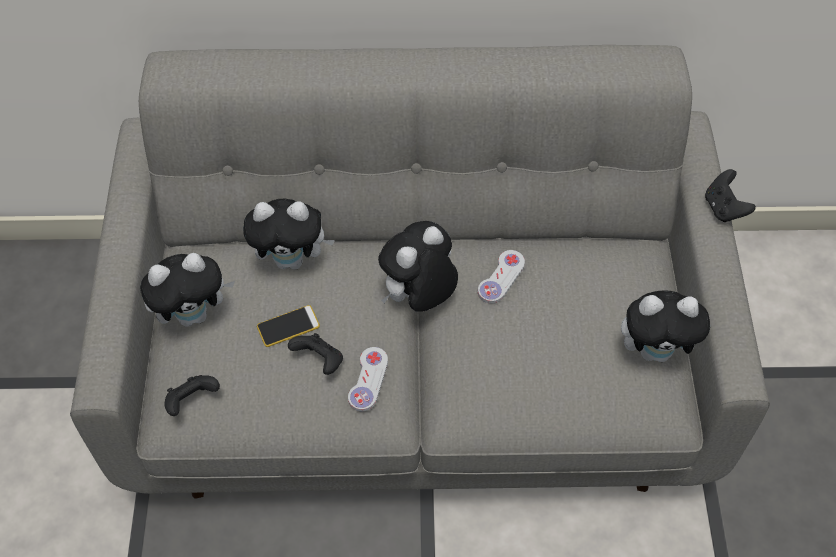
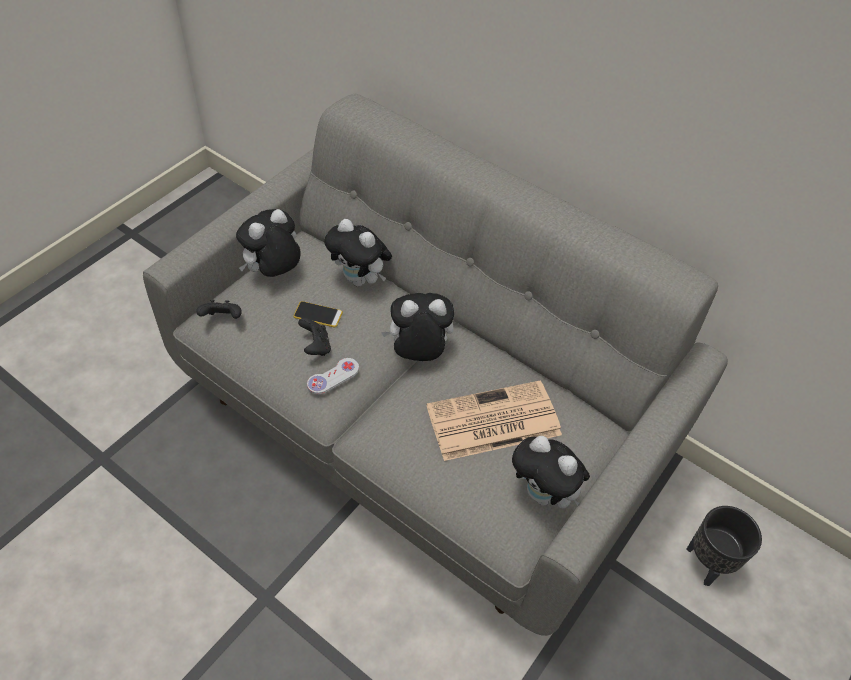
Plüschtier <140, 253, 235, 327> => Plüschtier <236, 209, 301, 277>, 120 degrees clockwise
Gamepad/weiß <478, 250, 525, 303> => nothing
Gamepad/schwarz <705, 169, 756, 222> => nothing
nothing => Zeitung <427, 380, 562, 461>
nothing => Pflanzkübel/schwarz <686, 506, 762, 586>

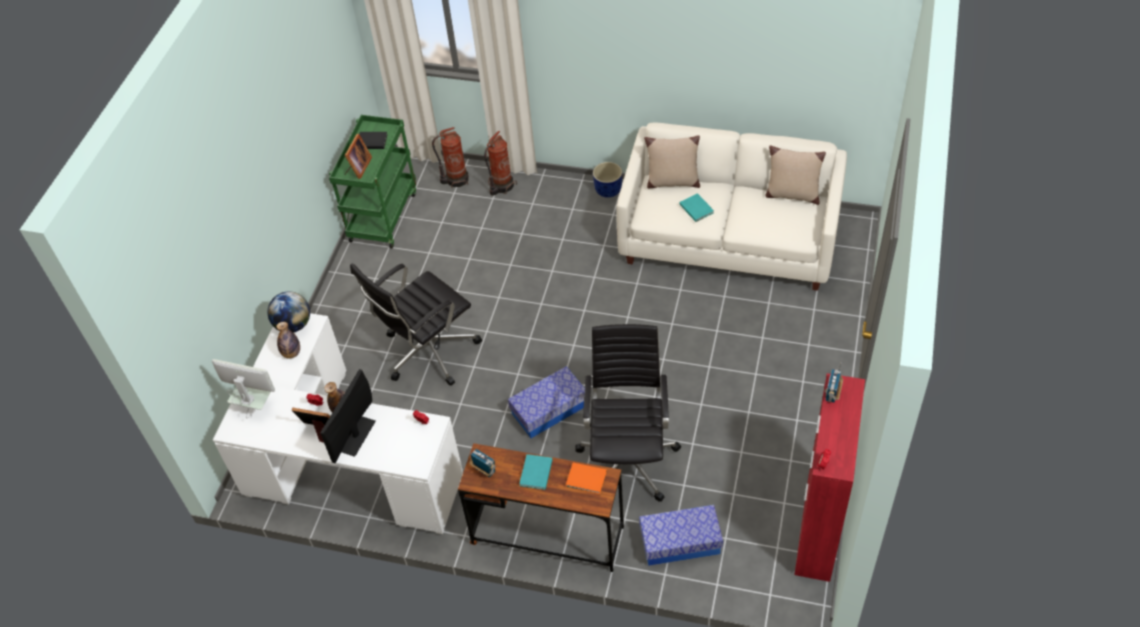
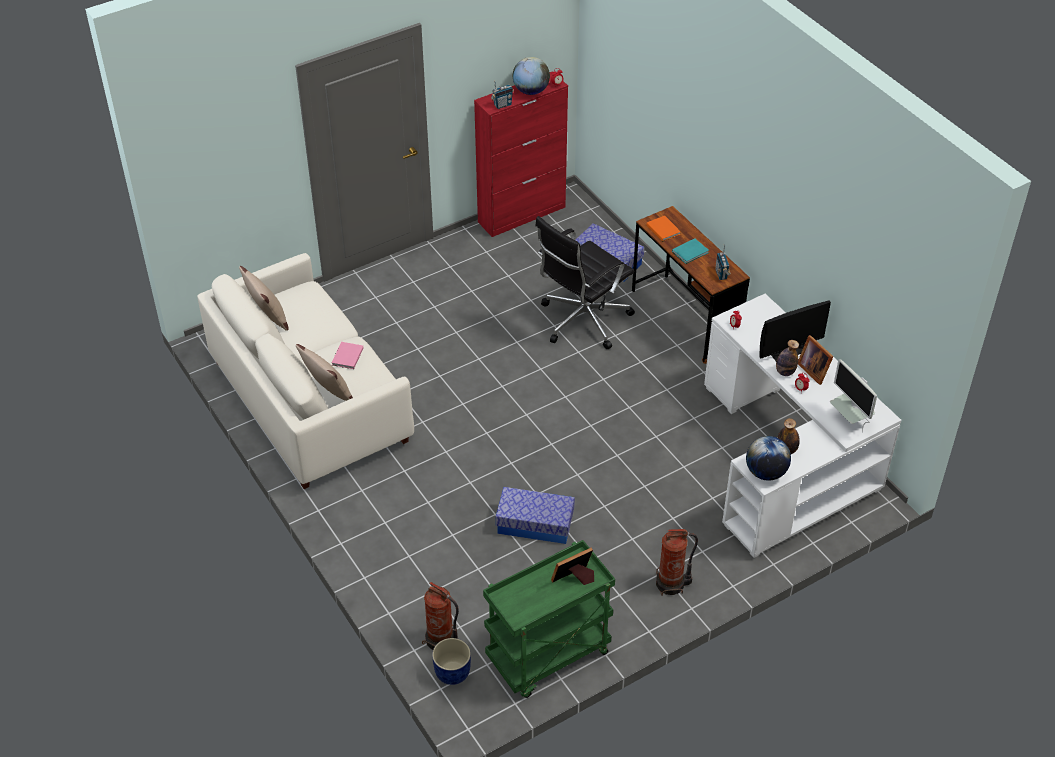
Bürostuhl/schwarz <350, 263, 482, 386> => nothing
Buch/schwarz <359, 132, 388, 149> => nothing
Feuerlöscher <484, 131, 517, 196> => Feuerlöscher <656, 529, 698, 596>, move
Aufbewahrungsbox <508, 366, 585, 438> => Aufbewahrungsbox <495, 487, 575, 544>, move
Pflanzkübel/blau <593, 162, 622, 198> => Pflanzkübel/blau <432, 638, 471, 685>, move
Buch/türkis <679, 193, 714, 222> => Buch/rosa <331, 342, 363, 369>
nothing => Globus <513, 57, 550, 95>

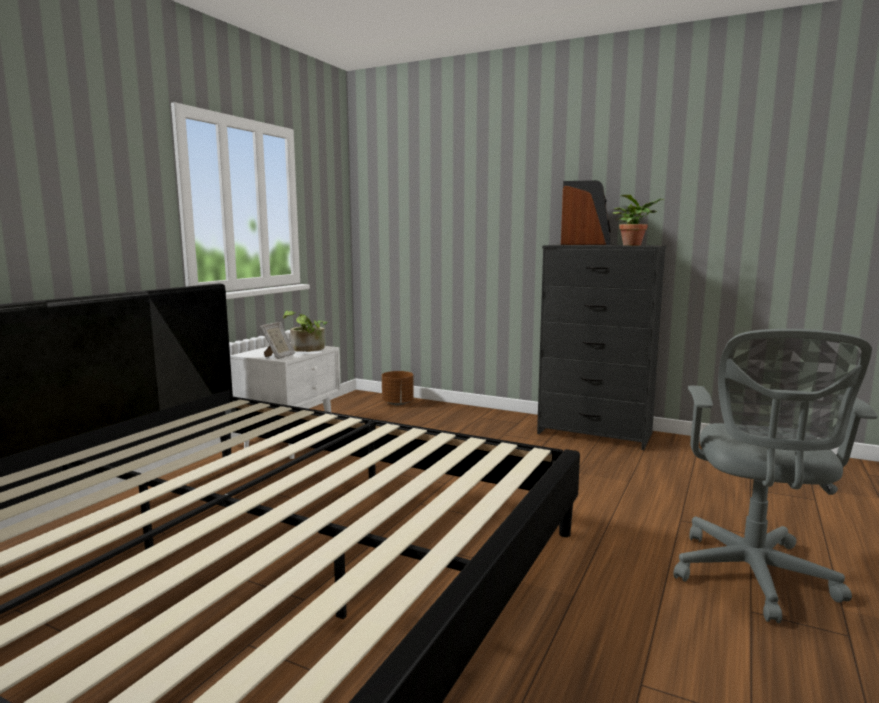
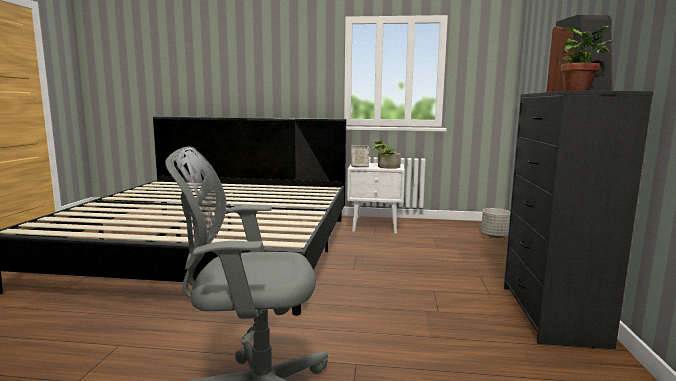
Pflanzkübel/braun <382, 371, 414, 405> => Pflanzkübel/grau <481, 208, 511, 238>

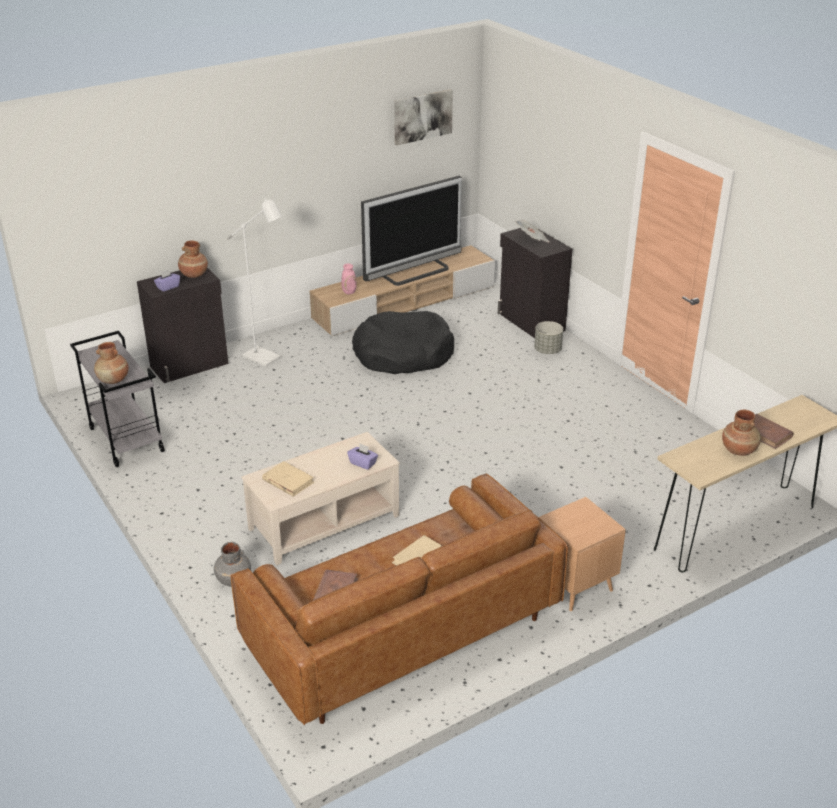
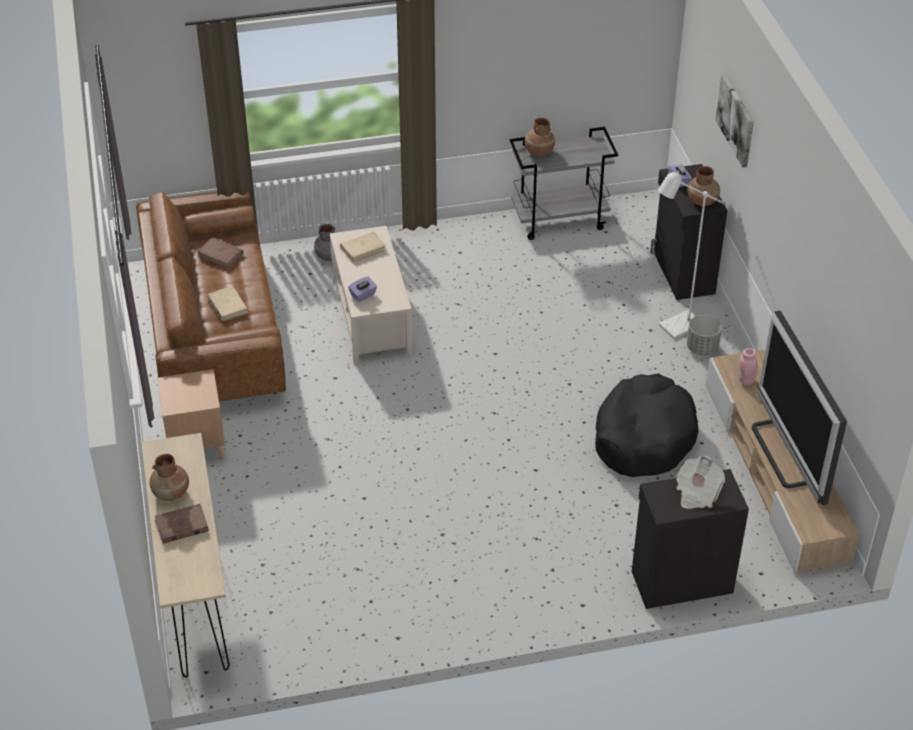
Bild <394, 89, 453, 145> => Bild <716, 75, 754, 168>, move
Pflanzkübel/grau <534, 321, 563, 354> => Pflanzkübel/grau <687, 315, 722, 356>, move

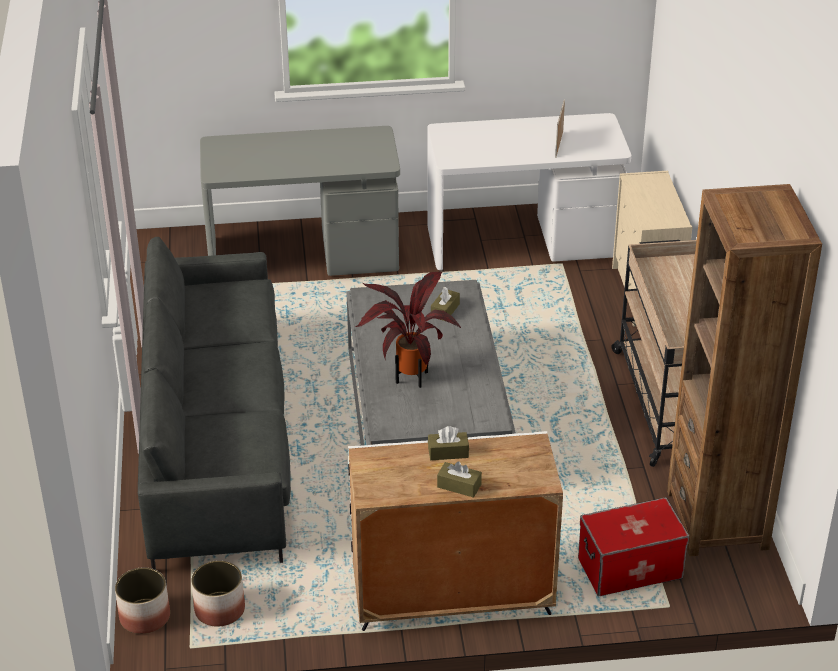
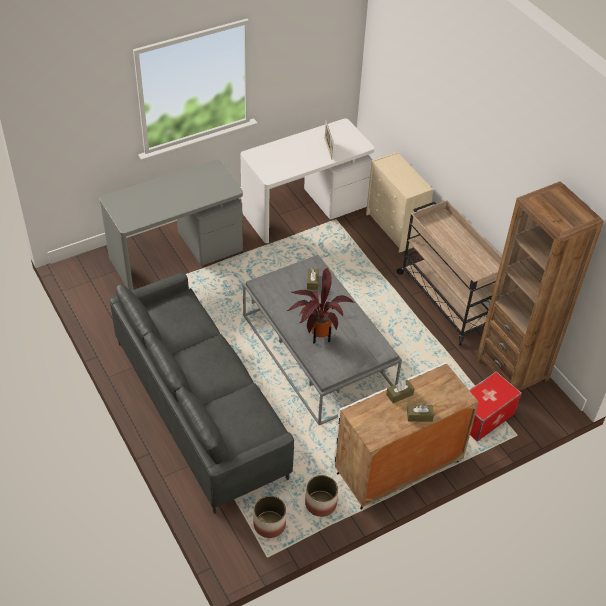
Pflanzkübel <115, 567, 170, 634> => Pflanzkübel <305, 475, 338, 517>, move

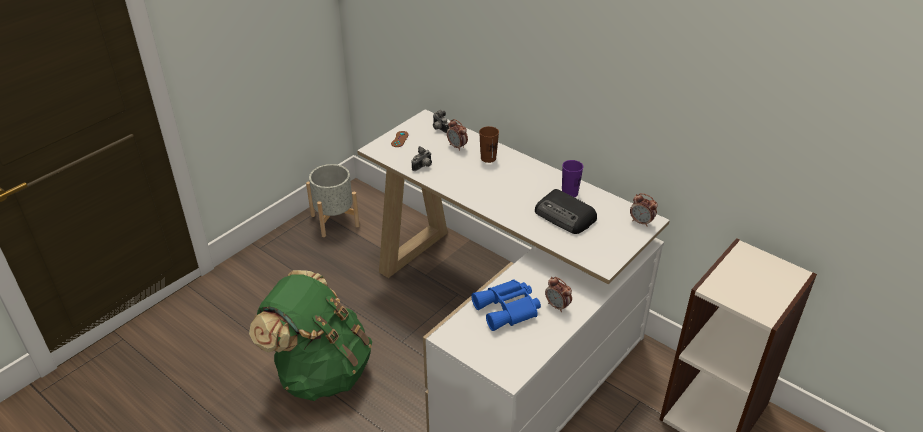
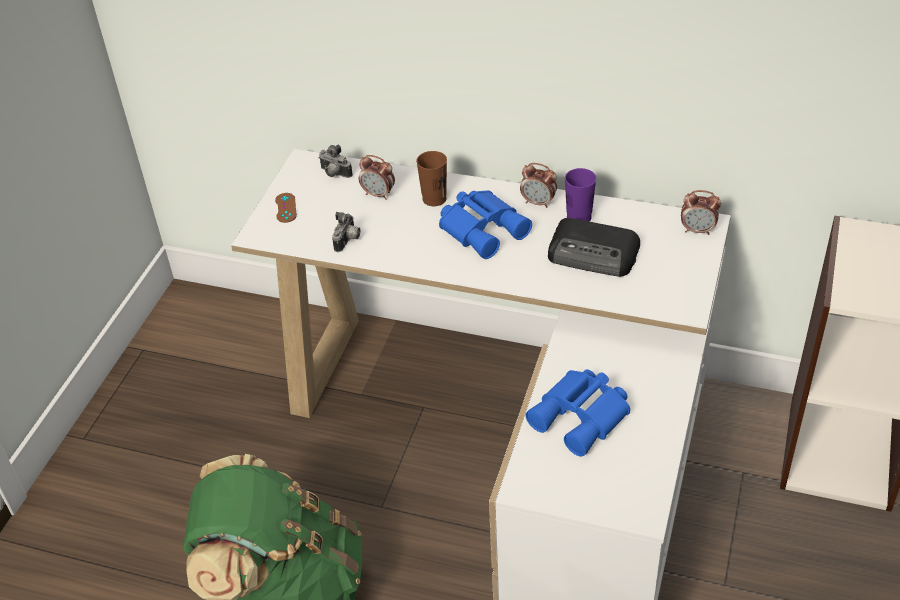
Pflanzkübel/grau <306, 164, 360, 237> => nothing
Wecker <545, 277, 572, 313> => Wecker <520, 163, 557, 208>, move
nothing => Fernglas/blau <439, 190, 532, 259>

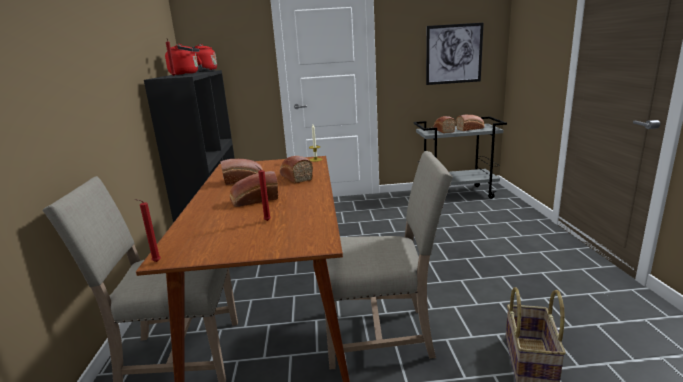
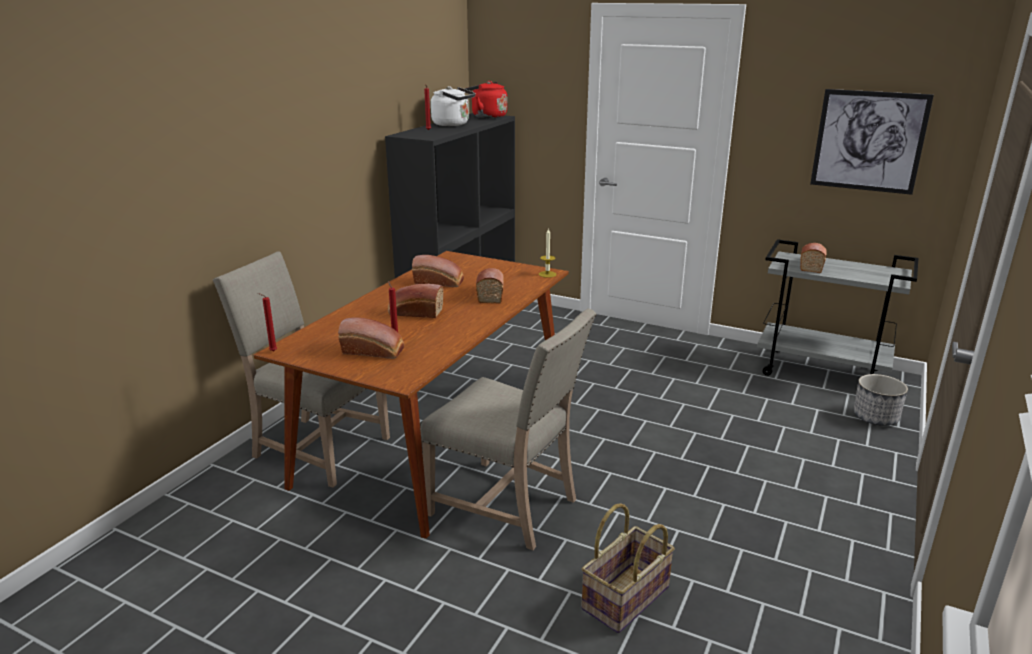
Wasserkessel/rot <165, 44, 200, 75> => Wasserkessel/weiß <431, 86, 475, 126>
Brot <456, 115, 484, 131> => Brot <338, 317, 404, 359>, move
nothing => Pflanzkübel <854, 374, 908, 426>

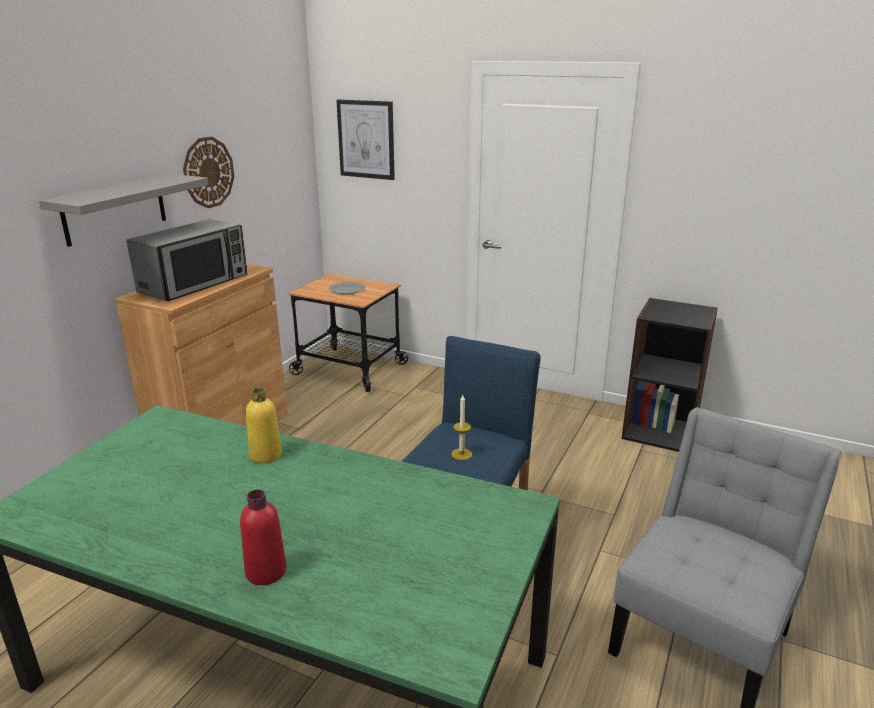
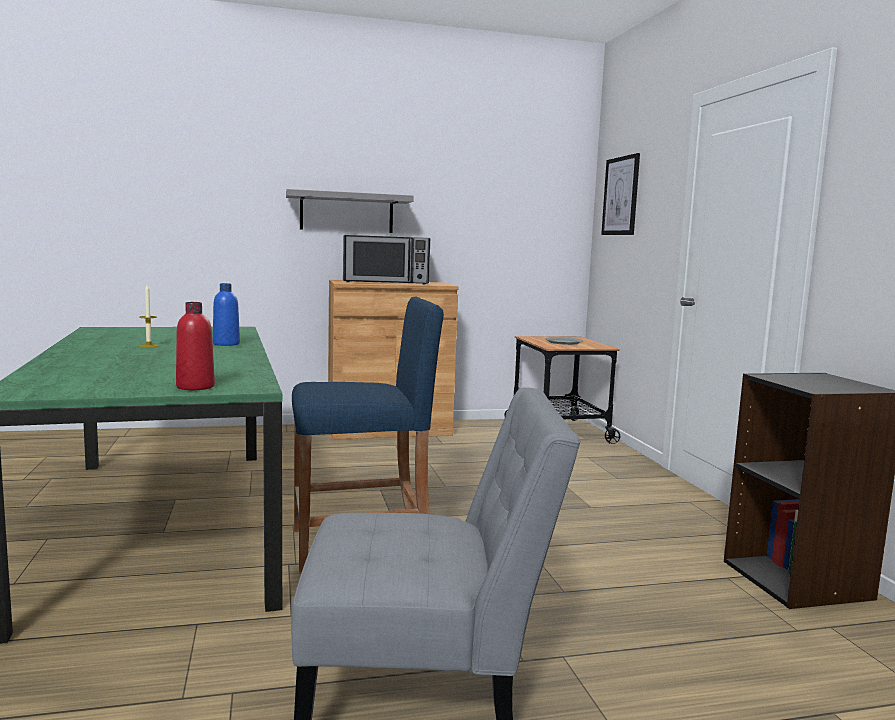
Wanduhr <183, 137, 234, 208> => nothing
Flasche/rot <240, 489, 286, 585> => Flasche/rot <176, 302, 215, 390>, move
Flasche/gelb <246, 388, 282, 464> => Flasche/blau <213, 283, 240, 346>
Kerze <451, 395, 472, 460> => Kerze <139, 285, 159, 348>, move

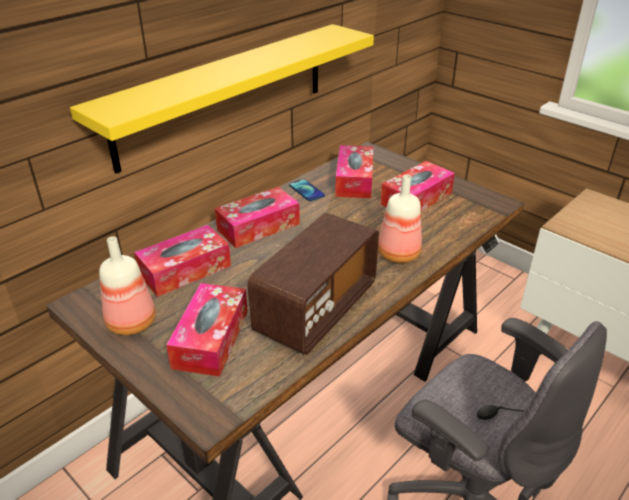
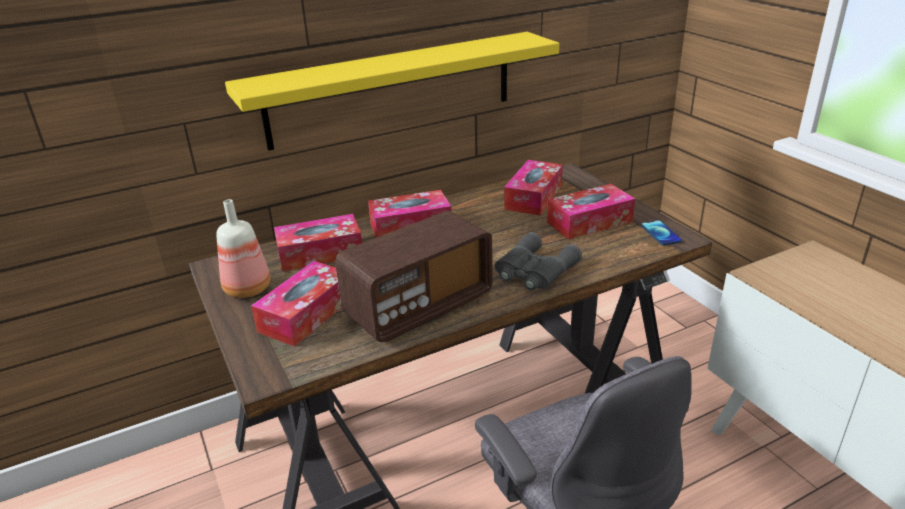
Handy <289, 179, 325, 201> => Handy <641, 220, 682, 245>, move
Flasche <378, 174, 422, 263> => Fernglas/grau <495, 232, 582, 290>

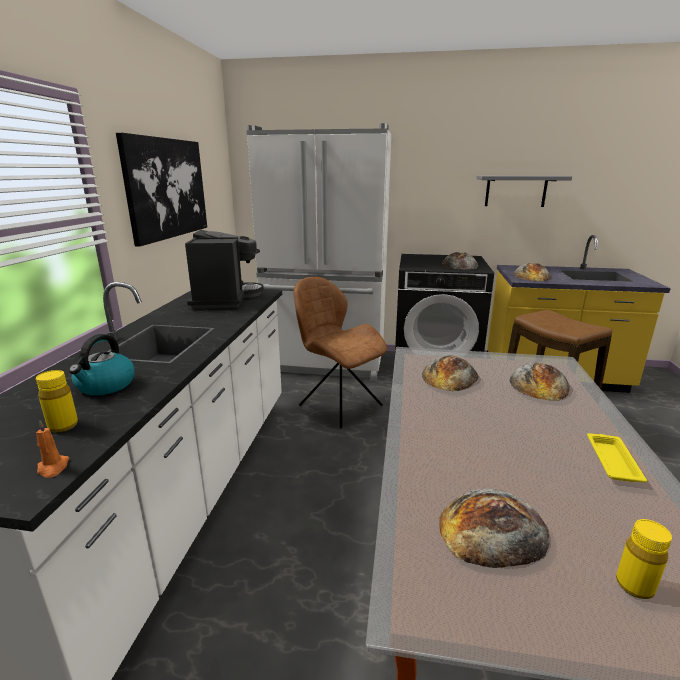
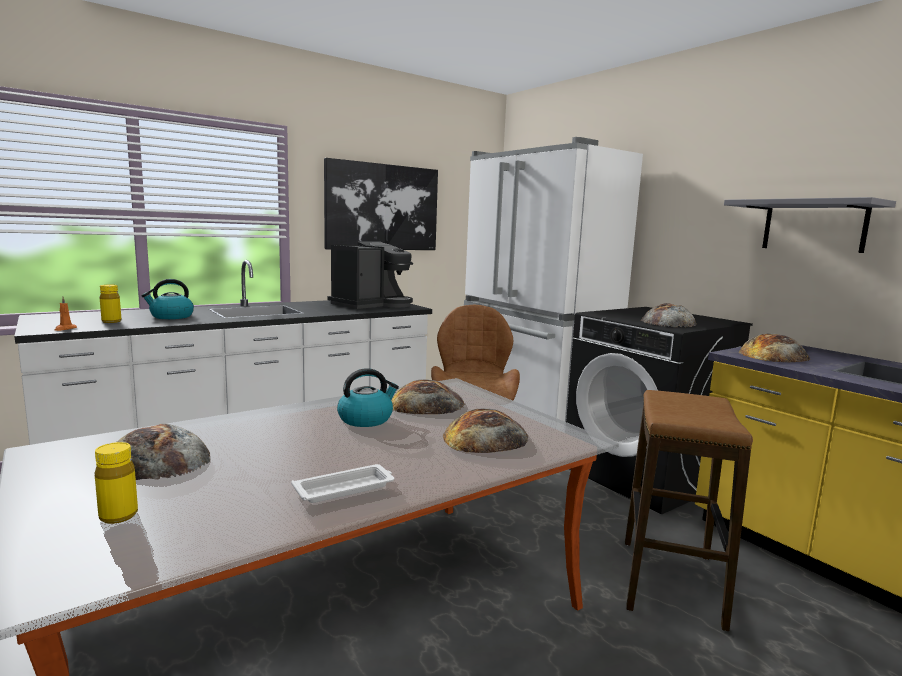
Tablett/gelb <587, 433, 647, 483> => Tablett/weiß <291, 464, 394, 503>
nothing => Wasserkessel <337, 368, 399, 427>

